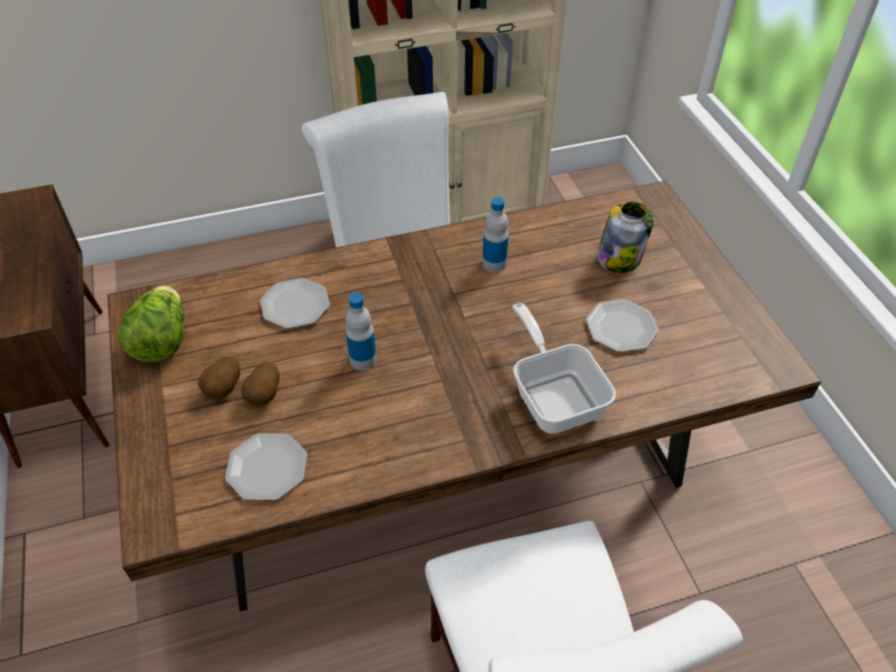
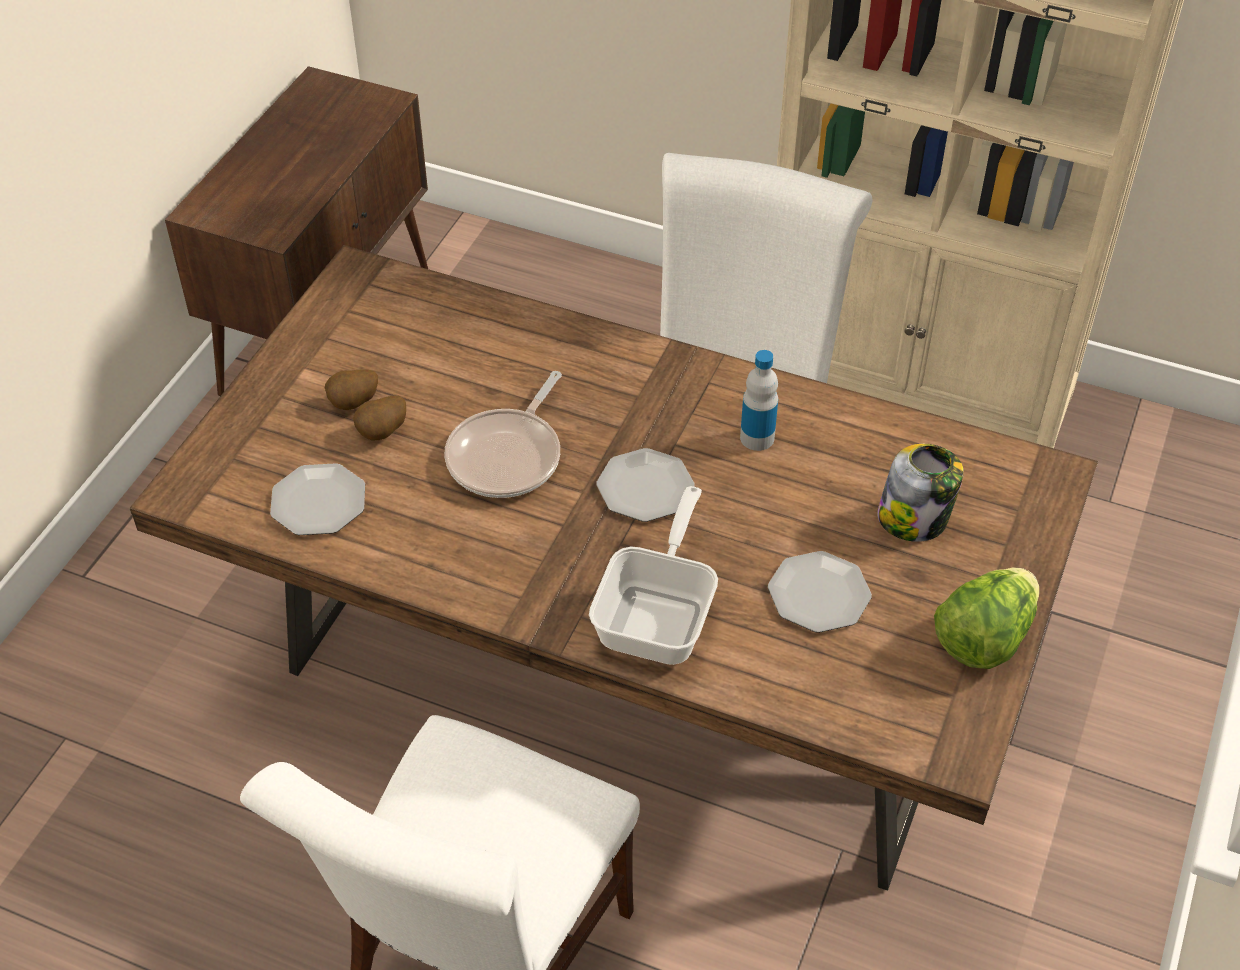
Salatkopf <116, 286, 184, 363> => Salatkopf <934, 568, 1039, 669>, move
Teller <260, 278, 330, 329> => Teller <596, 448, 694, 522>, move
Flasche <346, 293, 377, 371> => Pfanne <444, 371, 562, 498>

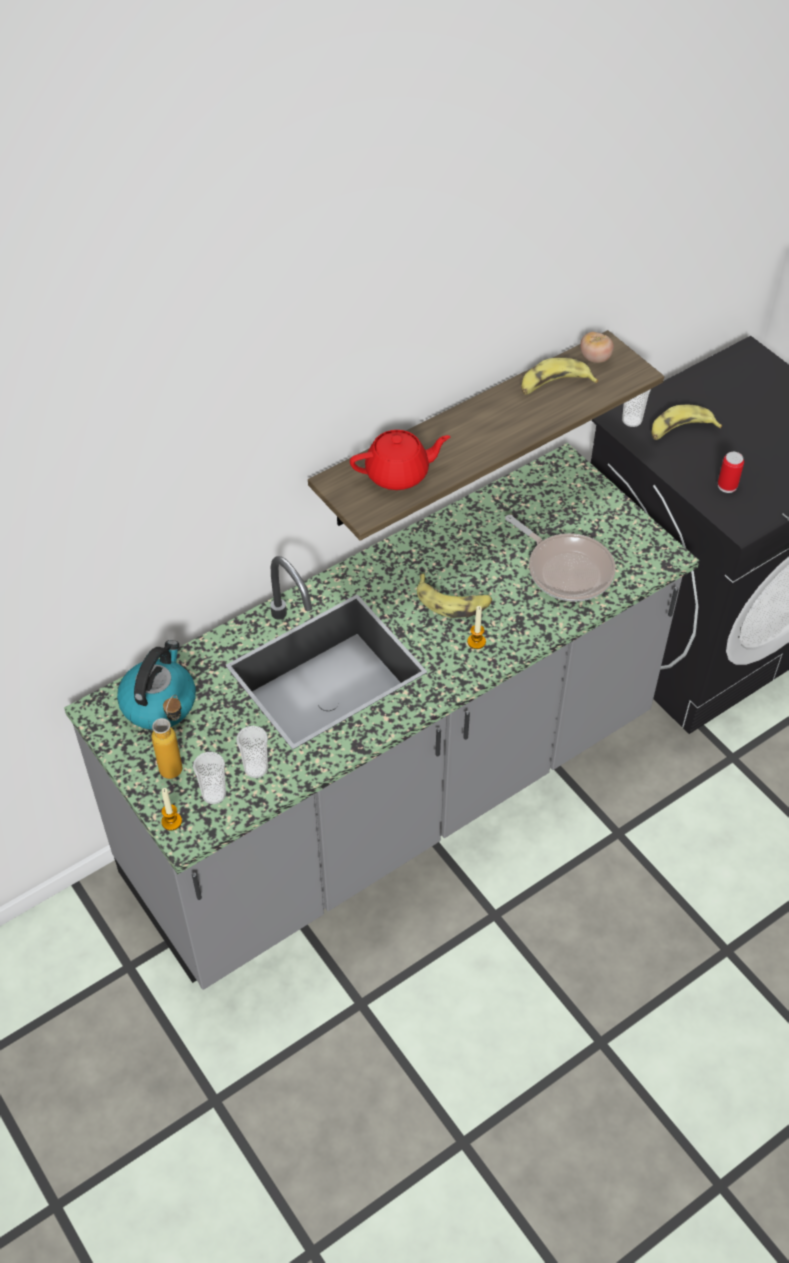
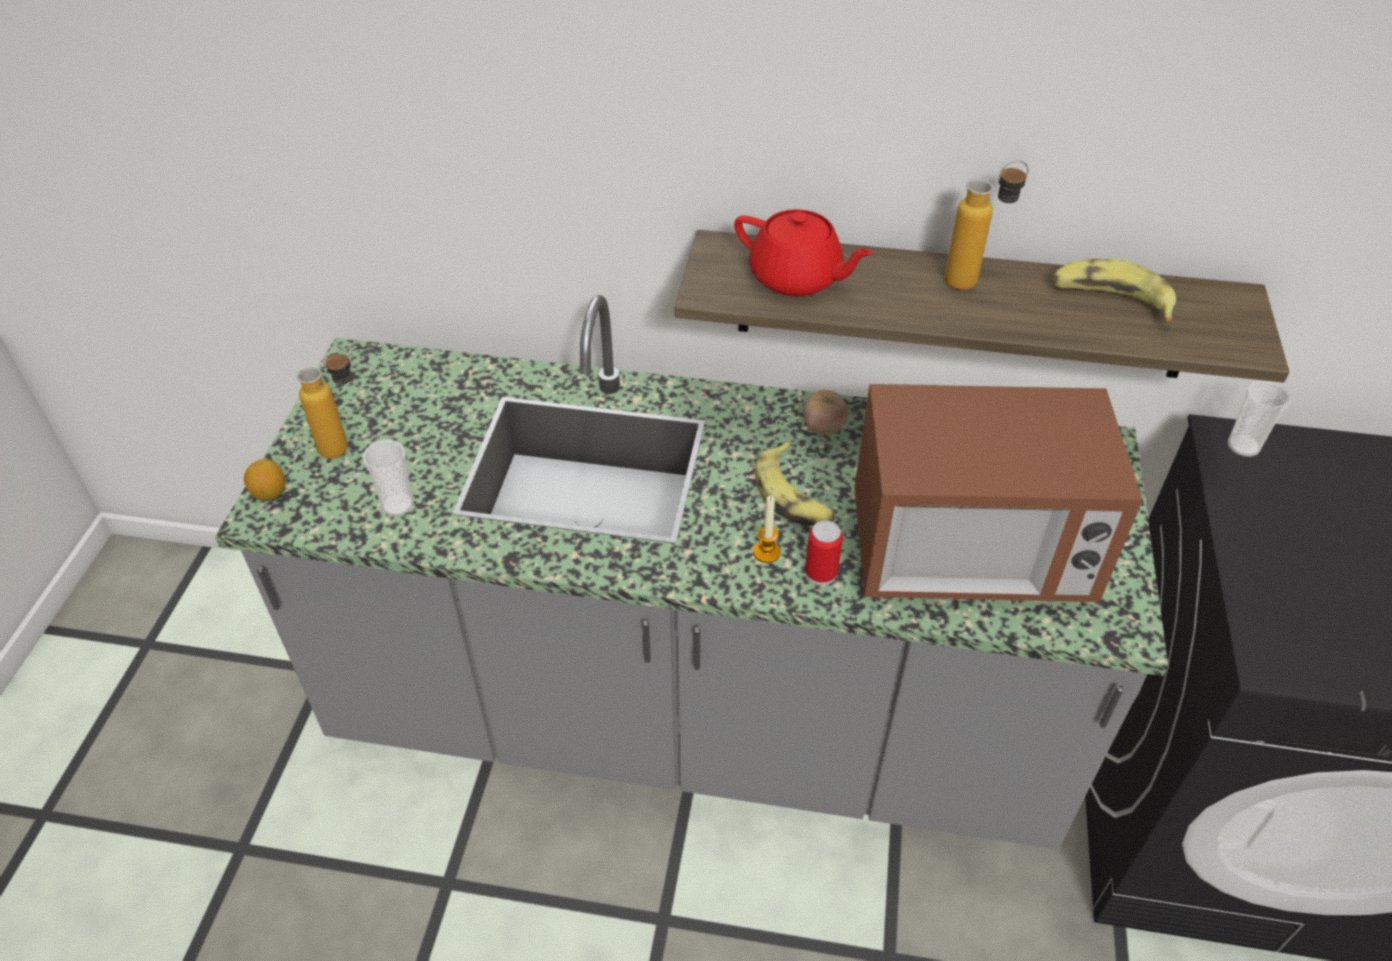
Wasserkessel <117, 640, 196, 730> => nothing
Kerze <161, 788, 182, 831> => Zitrone <244, 459, 285, 501>
Tasse <193, 752, 226, 804> => nothing
Pfanne <505, 515, 616, 602> => Mikrowelle <854, 384, 1143, 602>
Tomate <580, 332, 614, 363> => Tomate <803, 390, 849, 435>, move
Banane <652, 405, 722, 440> => nothing
Dose <718, 452, 744, 493> => Dose <805, 520, 843, 585>, move
nothing => Flasche <944, 160, 1029, 290>

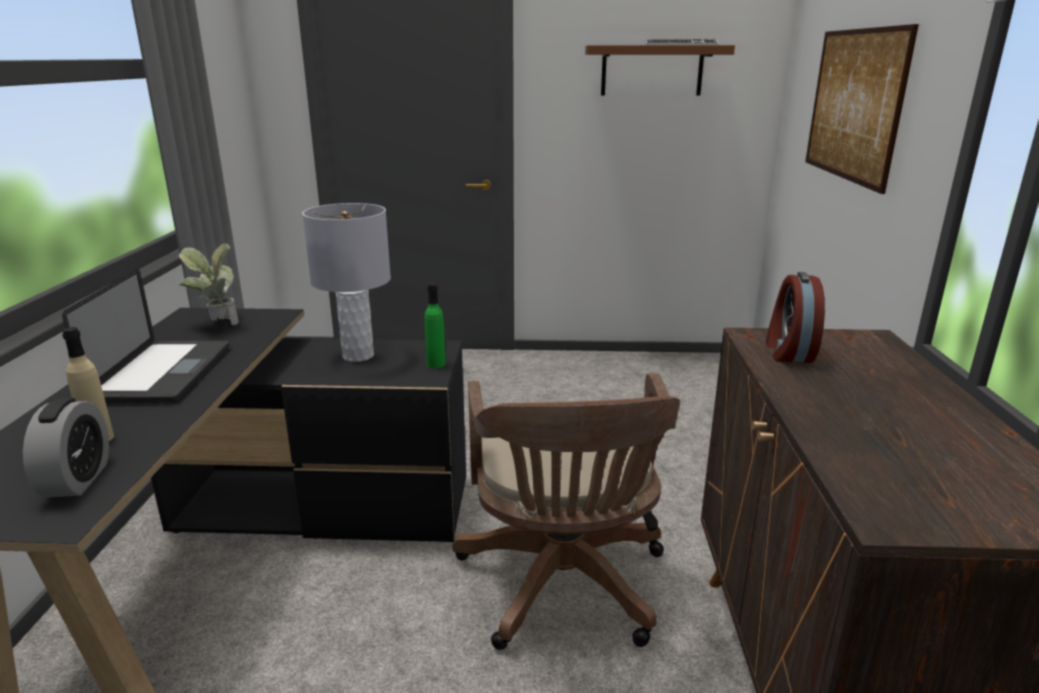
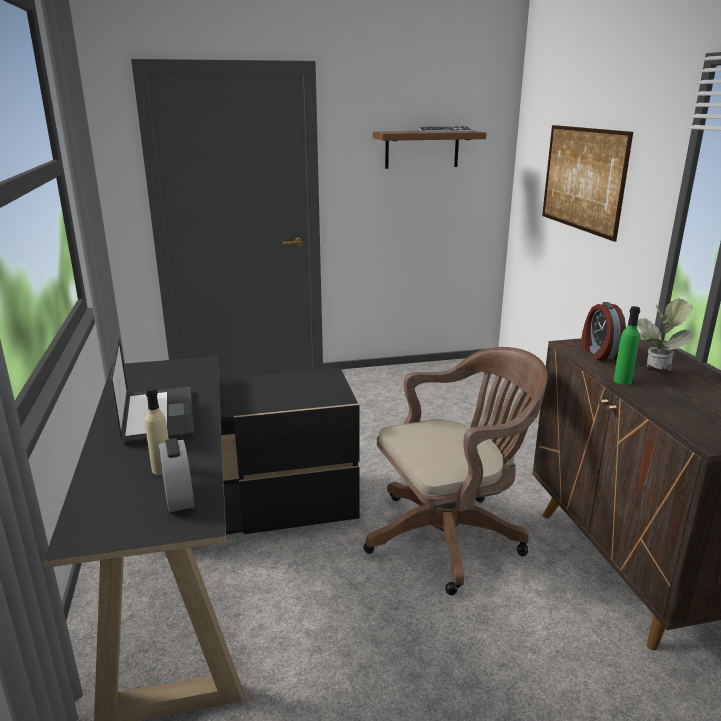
Topfpflanze <179, 243, 239, 325> => Topfpflanze <637, 299, 694, 371>, move
Tischlampe/grau <302, 203, 391, 362> => nothing
Flasche/grün <425, 283, 446, 368> => Flasche/grün <614, 306, 640, 385>, move
Bürostuhl/braun <453, 373, 680, 650> => Bürostuhl/braun <364, 347, 548, 595>, 90 degrees counterclockwise

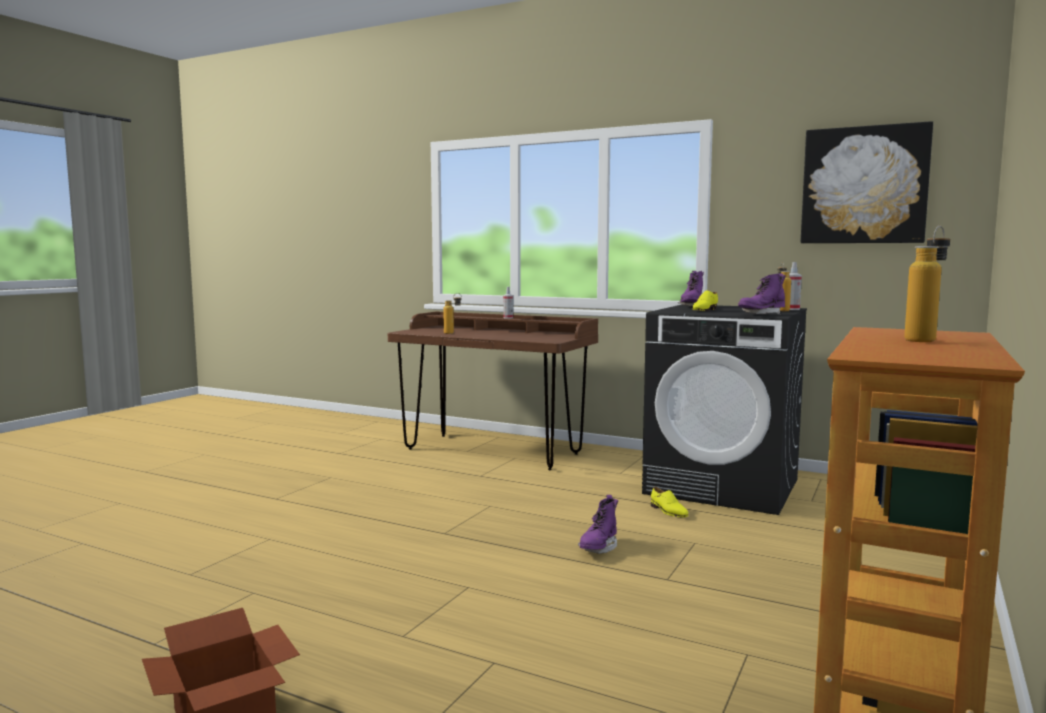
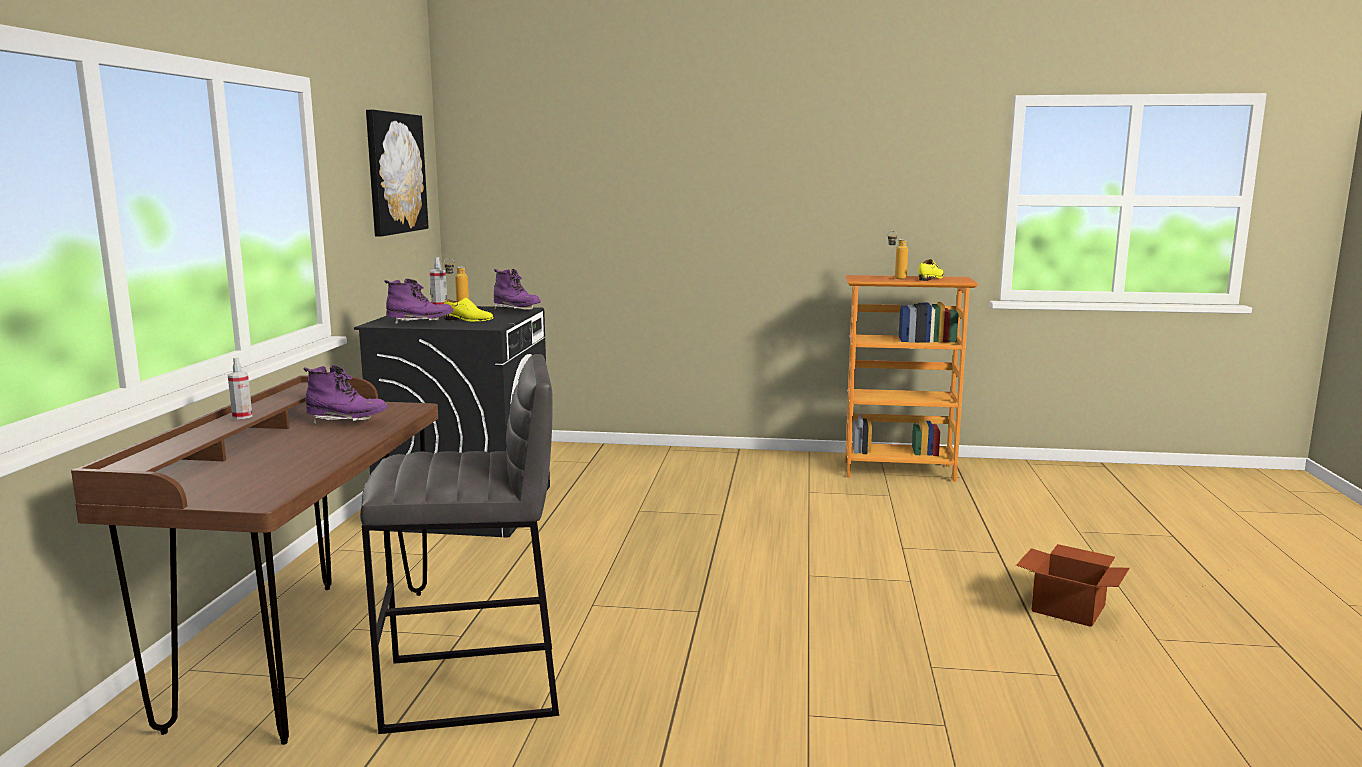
Flasche <443, 293, 462, 334> => nothing
Stiefel/lila <578, 495, 618, 554> => Stiefel/lila <304, 365, 388, 424>, move
Schuh/gelb <651, 487, 689, 517> => Schuh/gelb <918, 259, 943, 281>, move
nothing => Hocker/grau <360, 354, 559, 734>

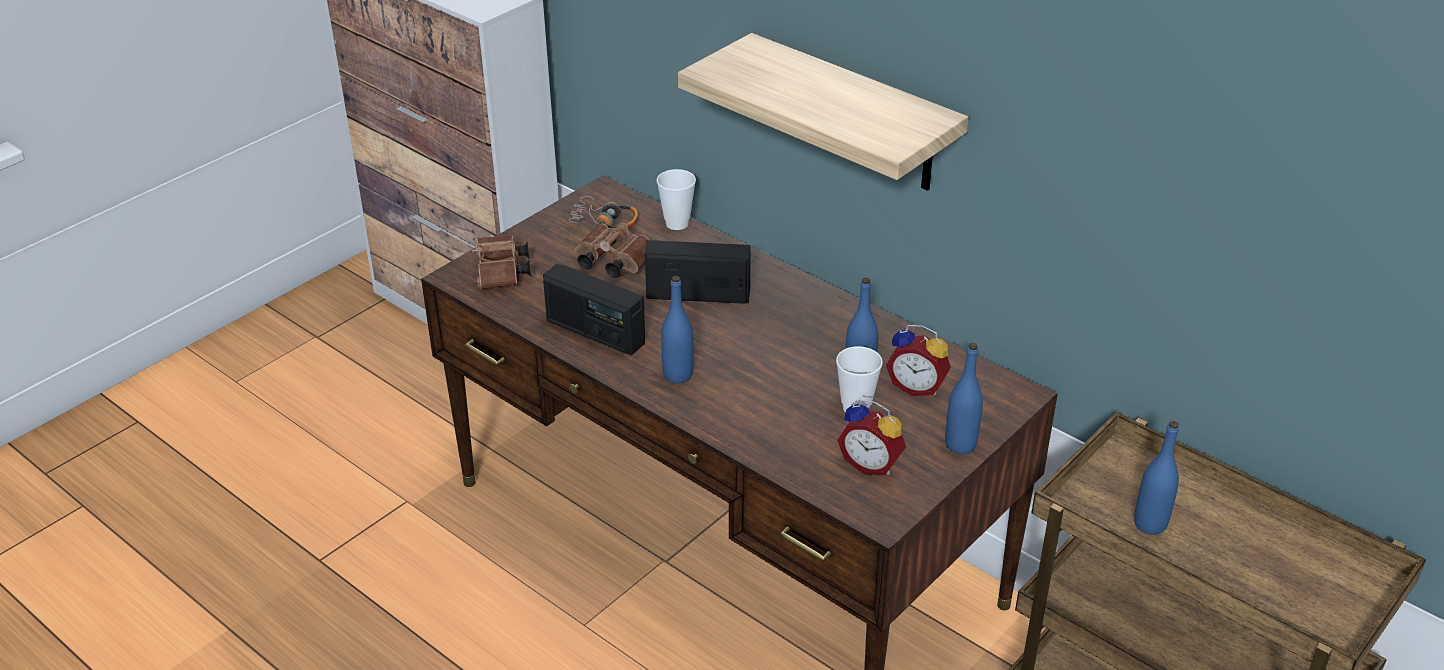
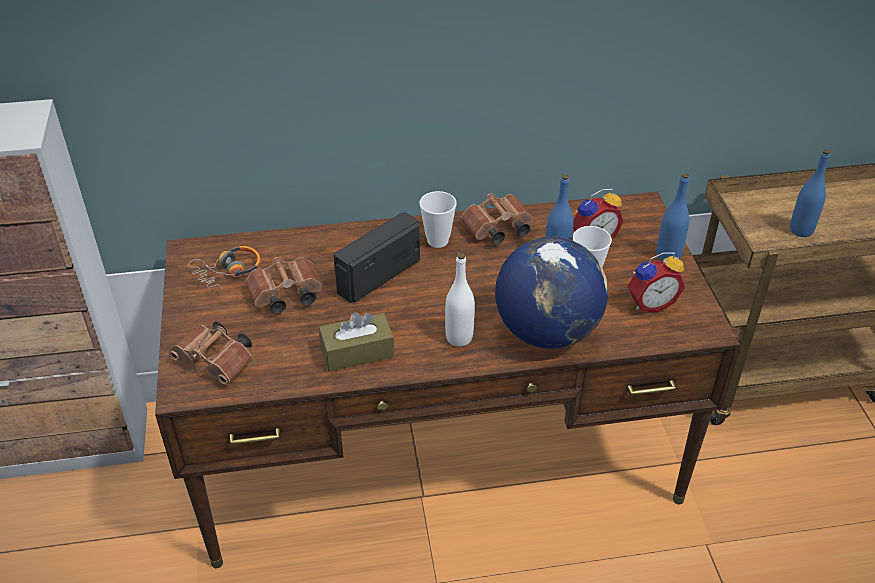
Radio <543, 264, 645, 355> => Taschentuchbox/braun <319, 312, 395, 372>
Tasse <656, 169, 696, 230> => Tasse <419, 191, 457, 248>, move
Flasche/blau <661, 276, 693, 384> => Flasche/weiß <445, 253, 475, 347>
Wandregal <678, 33, 969, 191> => nothing
nothing => Fernglas/braun <461, 194, 533, 245>
nothing => Globus <495, 236, 608, 349>

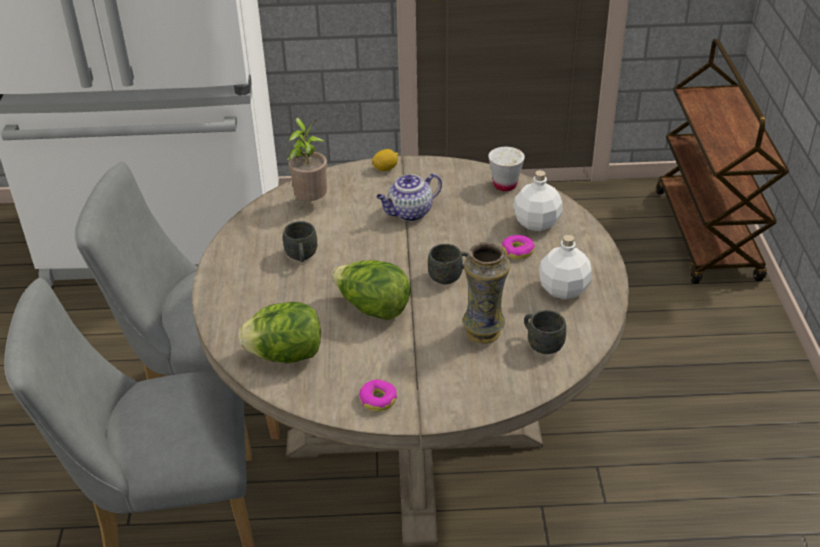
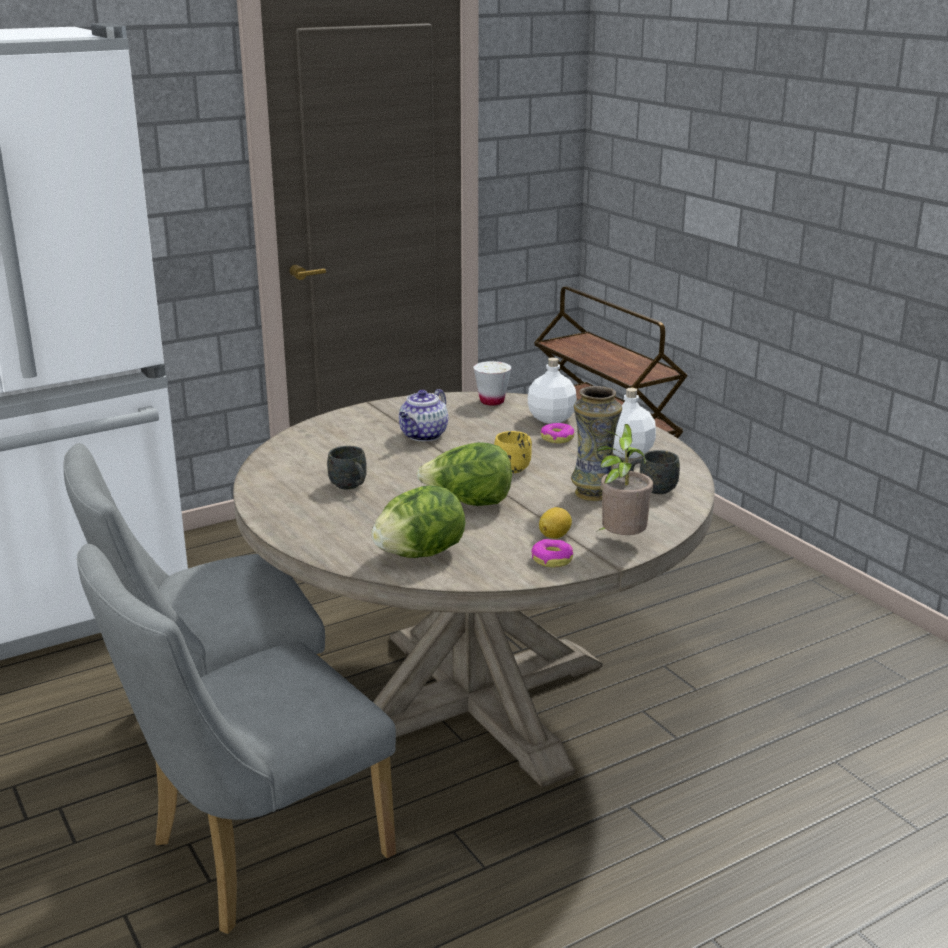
Topfpflanze <286, 118, 327, 201> => Topfpflanze <597, 424, 653, 535>, move
Zitrone <372, 149, 398, 171> => Zitrone <539, 507, 572, 539>, move
Henkelbecher/grau <428, 244, 469, 284> => Henkelbecher/gelb <494, 431, 532, 473>

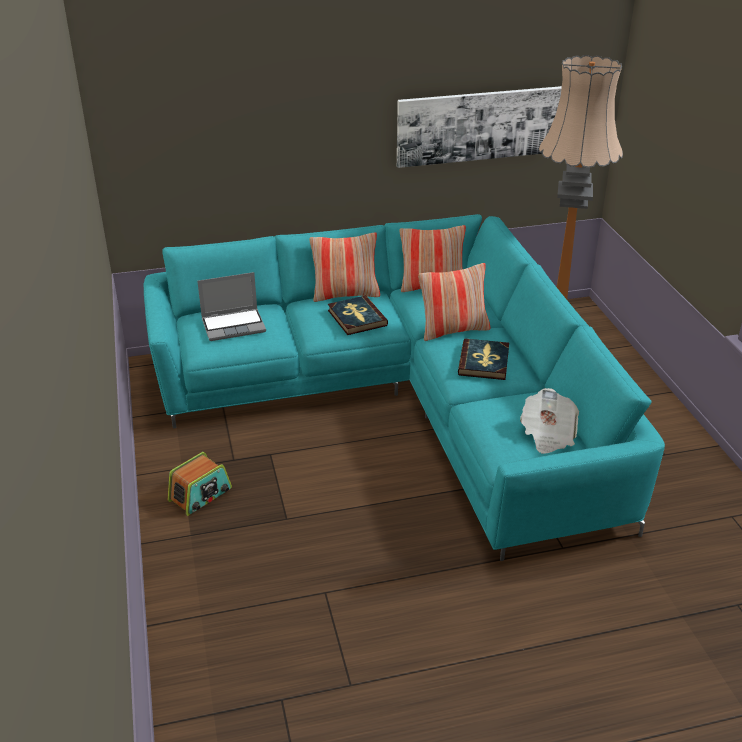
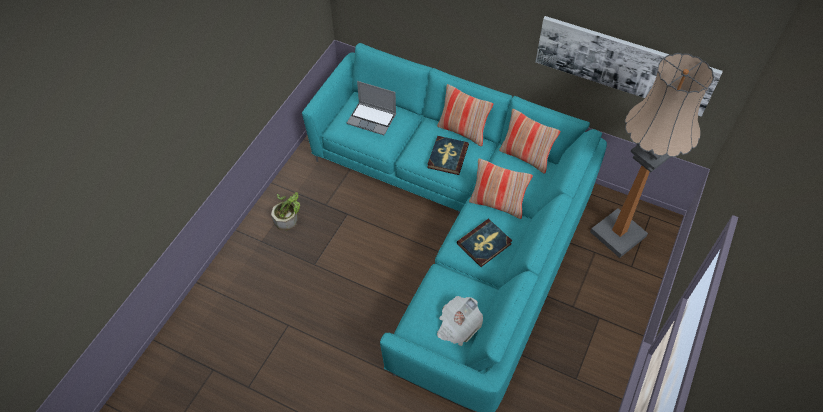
Radio <168, 452, 232, 516> => Topfpflanze <271, 192, 300, 230>

